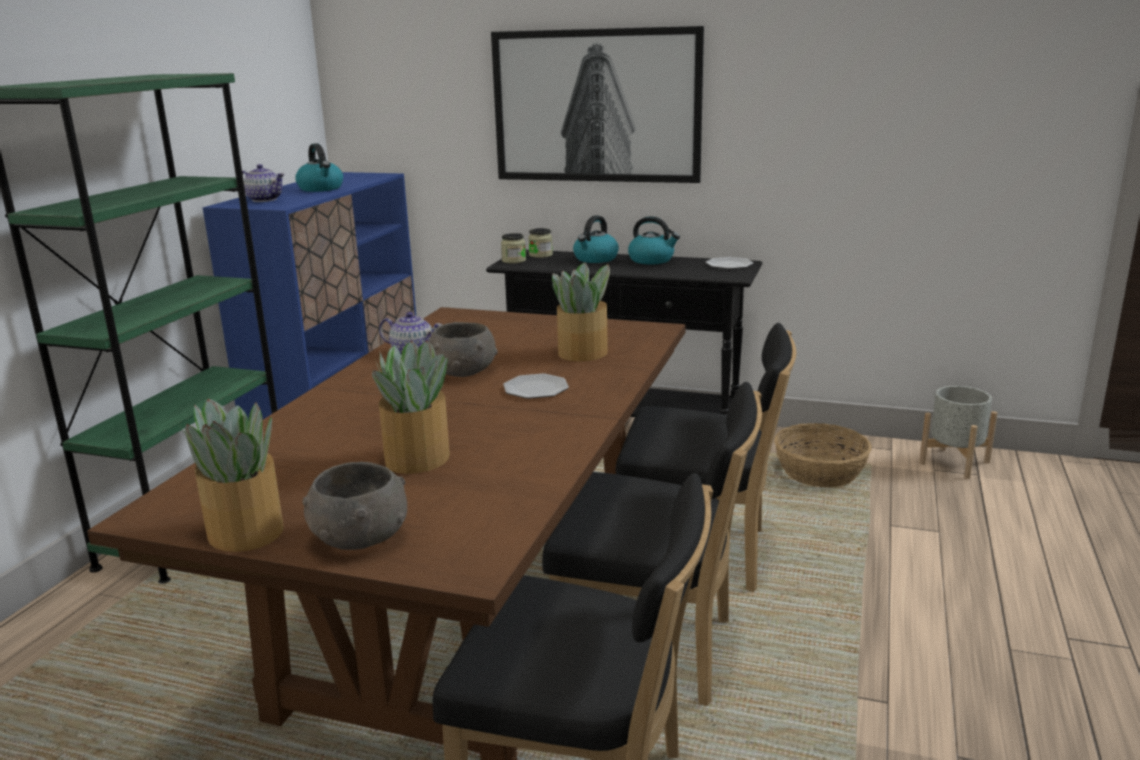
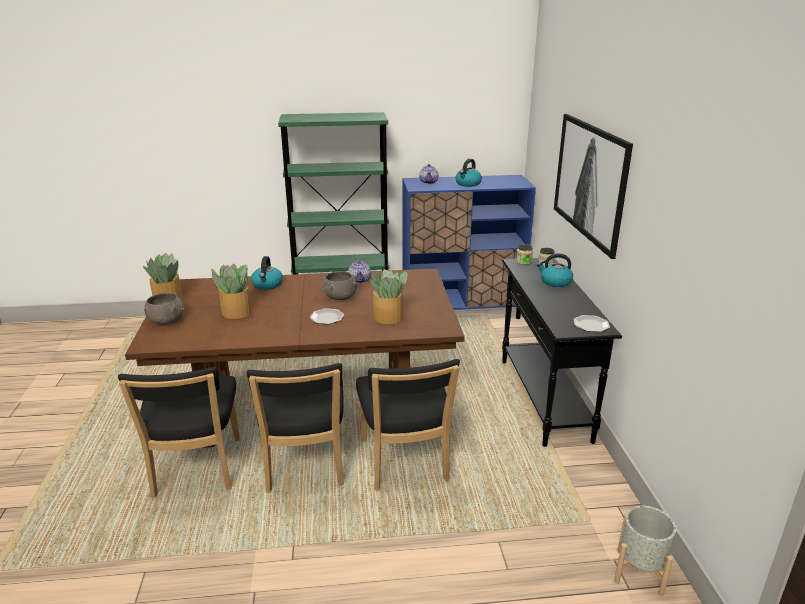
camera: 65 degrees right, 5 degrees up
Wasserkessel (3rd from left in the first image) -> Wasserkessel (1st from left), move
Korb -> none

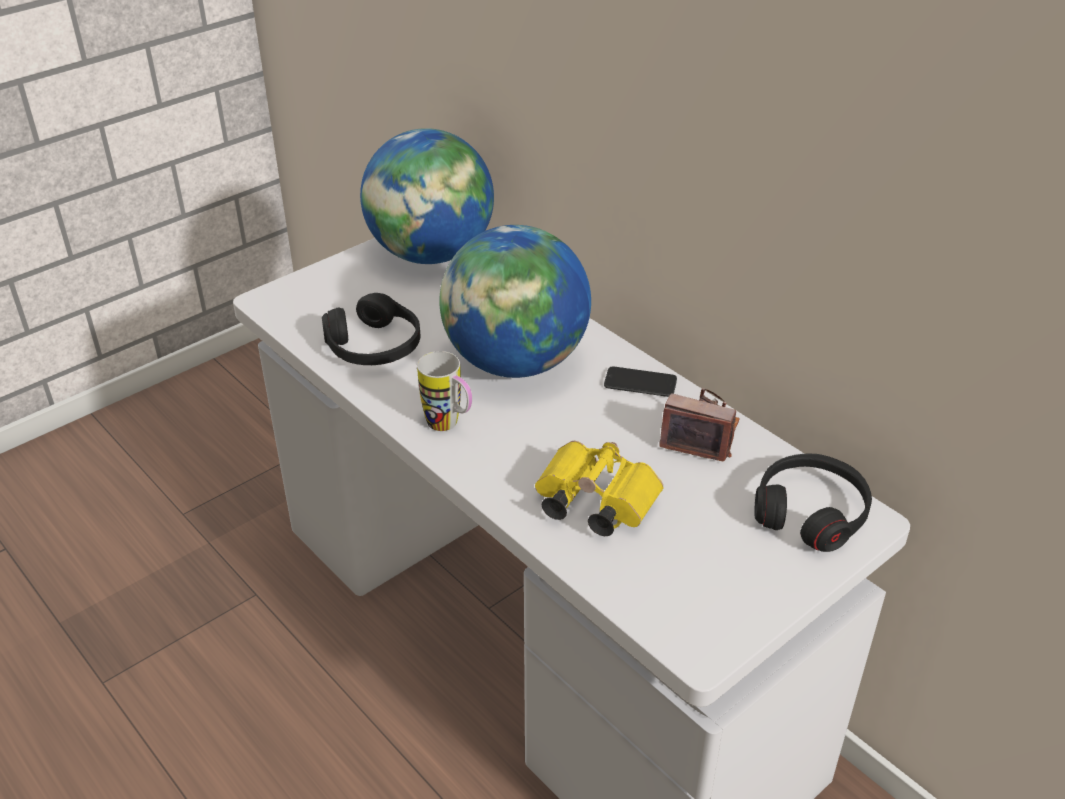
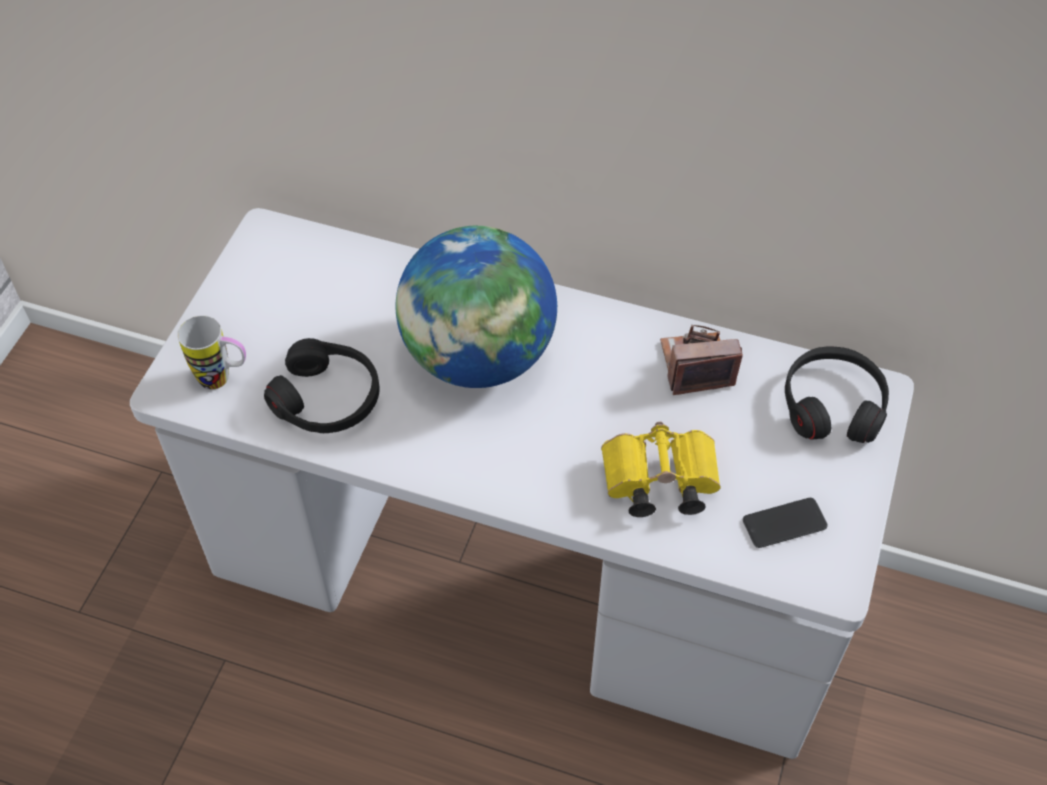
camera: 30 degrees left, 15 degrees up
Globus (1st from left) -> none
Henkelbecher, move
Handy, move

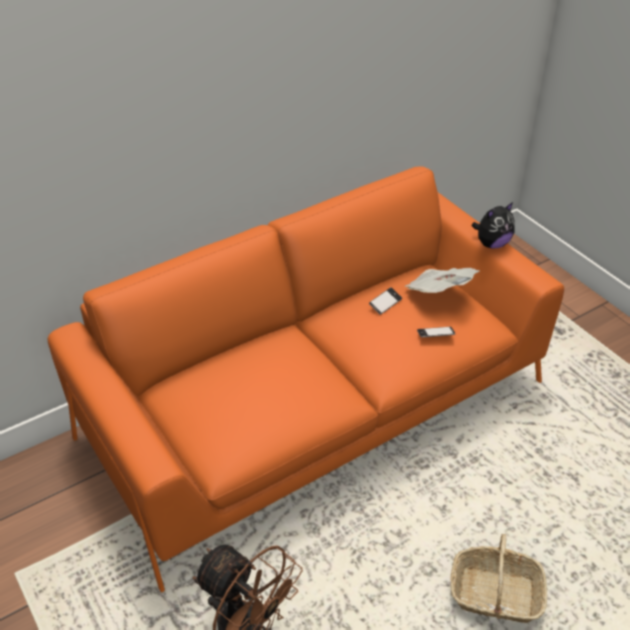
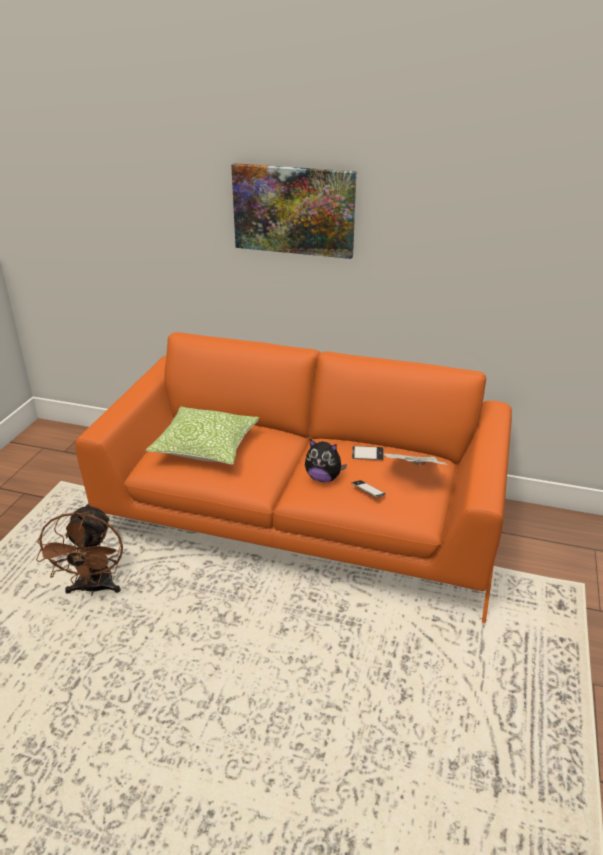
camera: 50 degrees right, 10 degrees down
Plüschtier, move
Korb -> none
none -> Bild
none -> Kissen

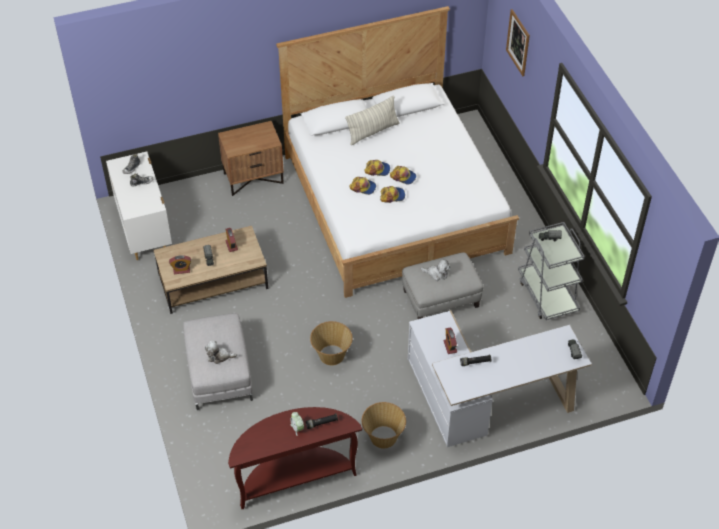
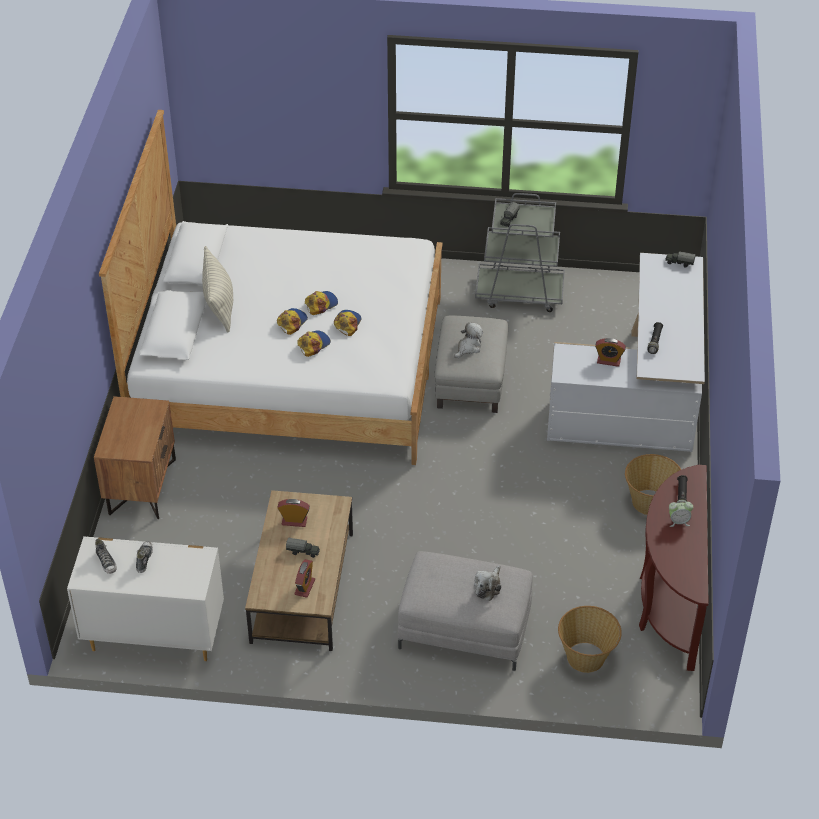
camera: 65 degrees left, 5 degrees down
Bild -> none
Korb (1st from left), move

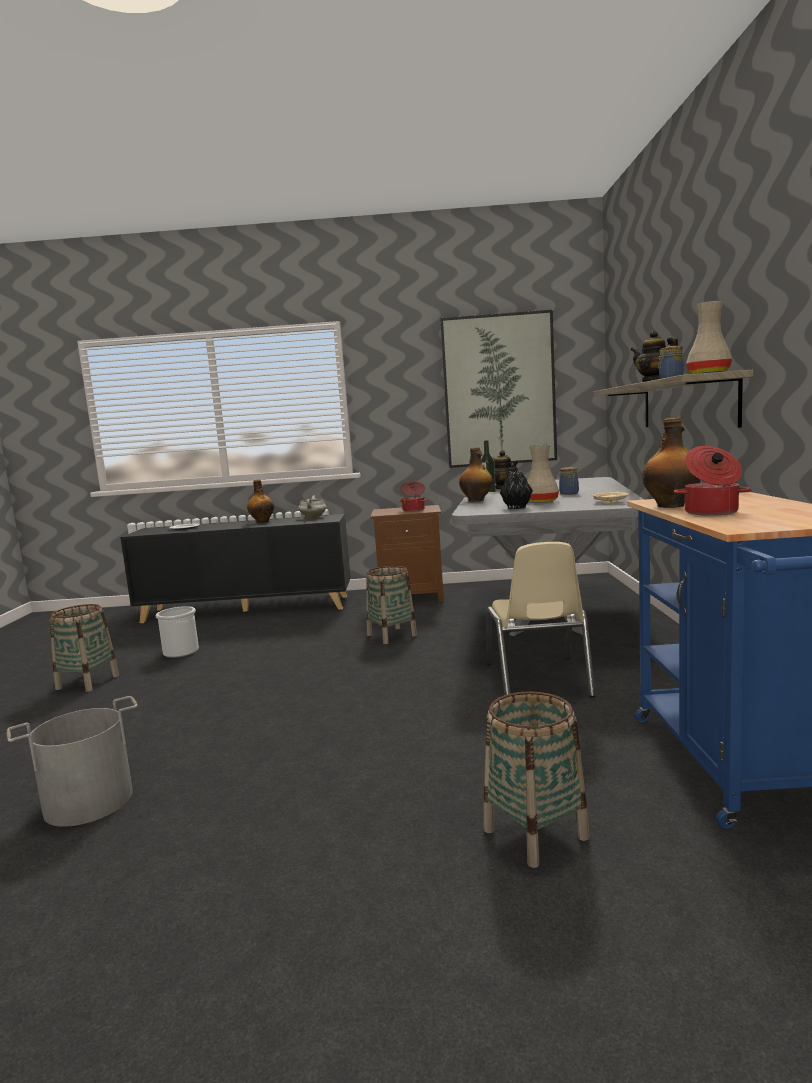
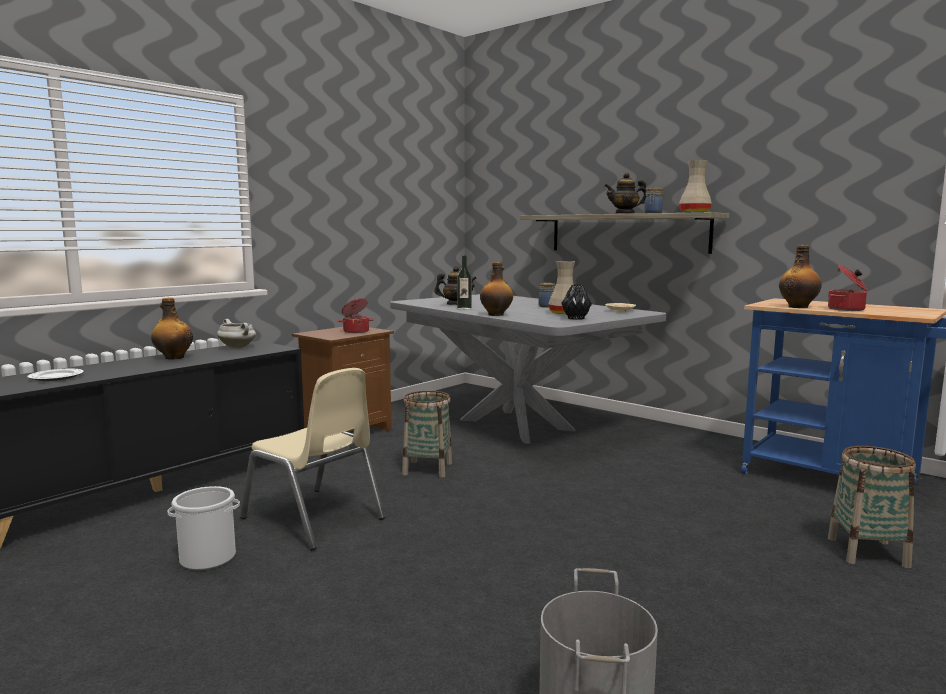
camera: 50 degrees left, 0 degrees up
Bild -> none
Stuhl (beige), move
Korb (1st from left) -> none

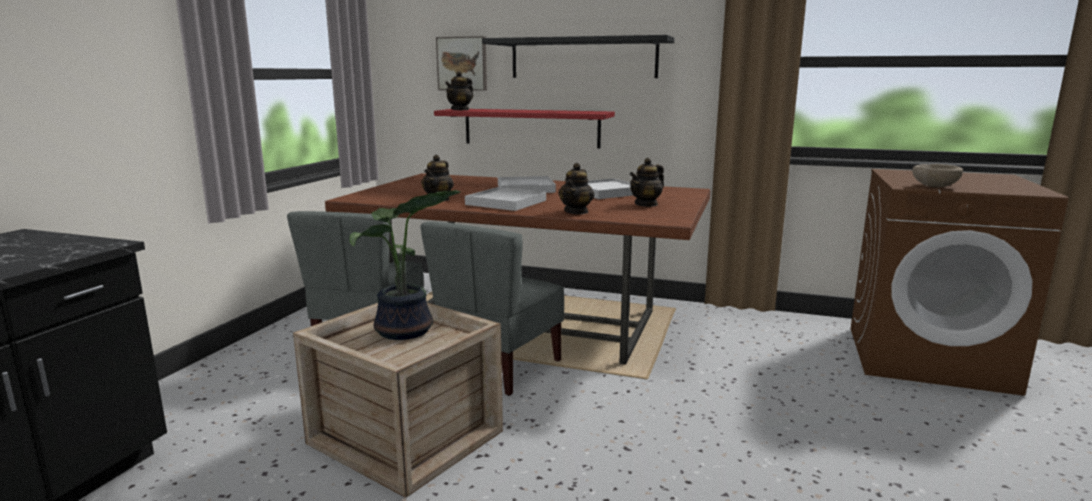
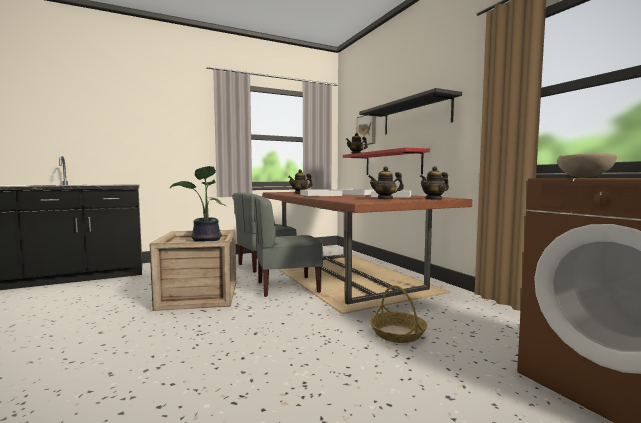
camera: 45 degrees right, 10 degrees down
Teekanne (3rd from left in the first image) -> Teekanne (4th from left), move
none -> Korb

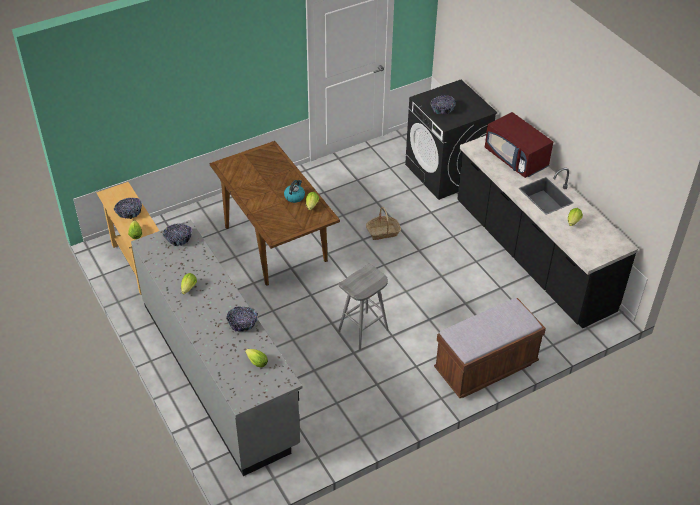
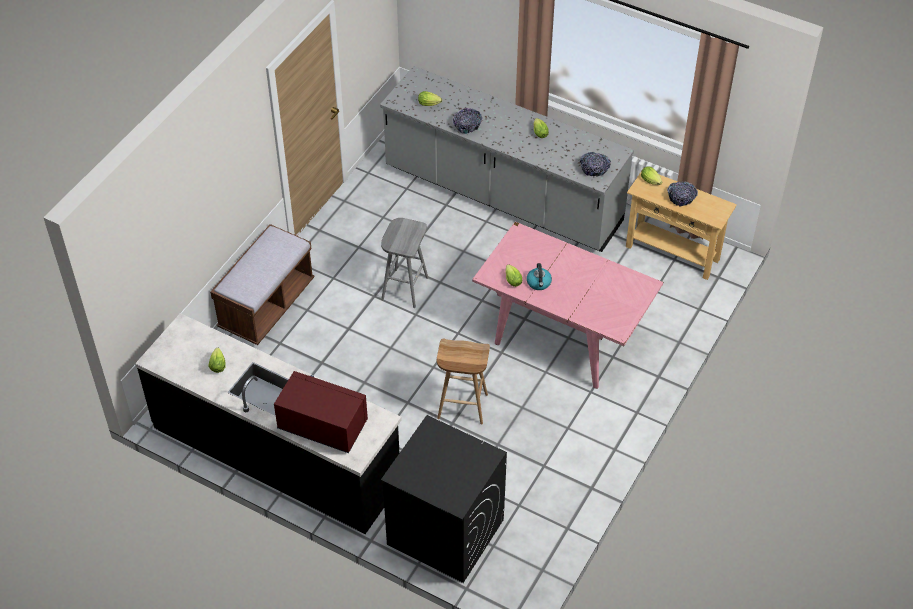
camera: 150 degrees right, 5 degrees up
Schüssel (4th from left) -> none
Esstisch (braun) -> Esstisch (rosa)
Korb -> Hocker (braun)

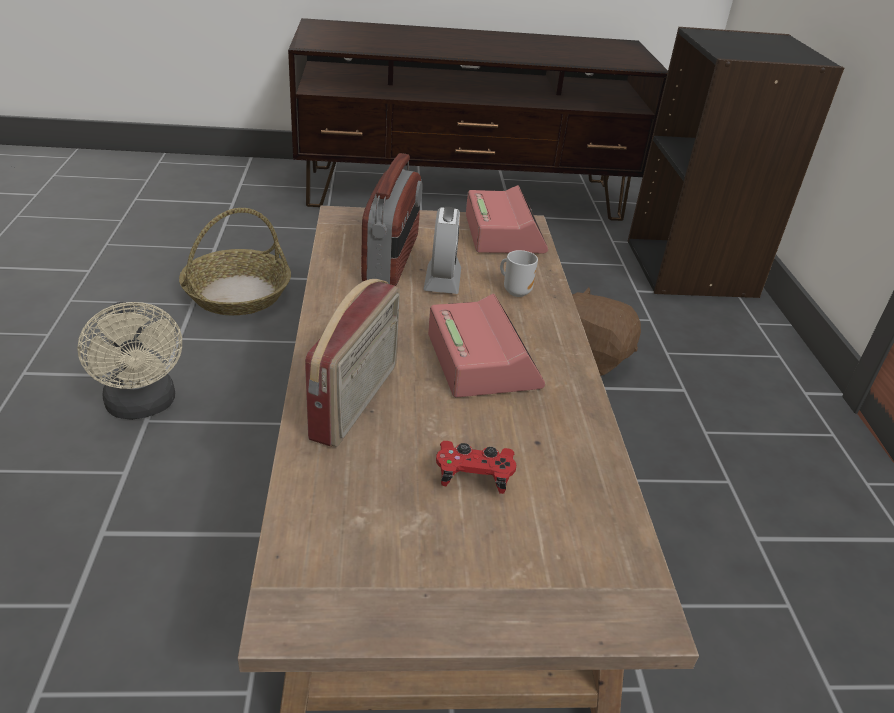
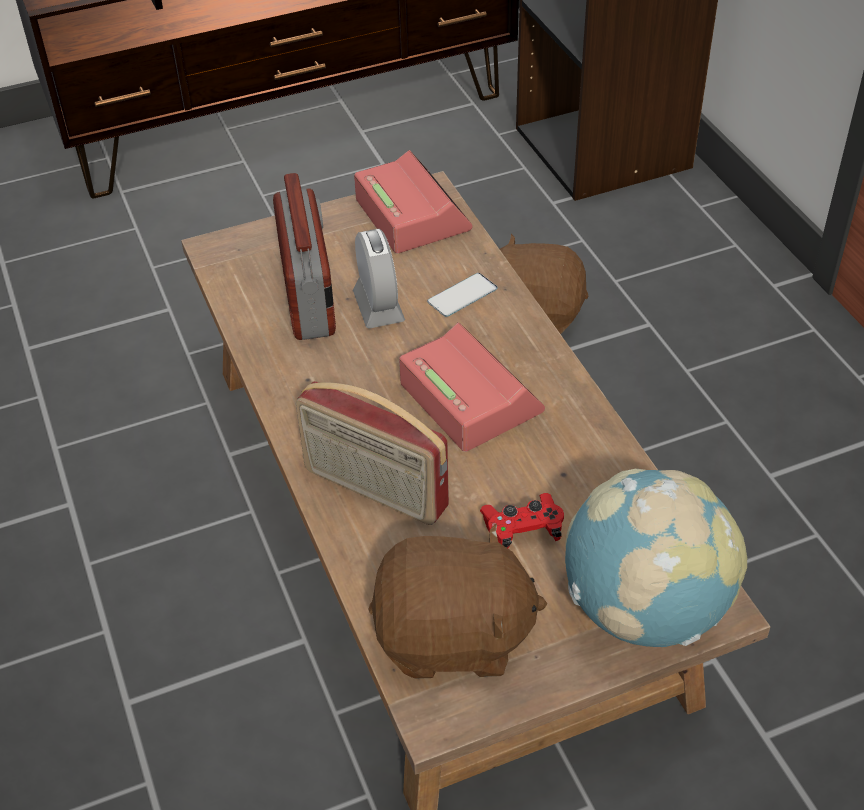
camera: 15 degrees left, 10 degrees up
Korb -> none
Henkelbecher -> Handy
Radio (1st from left in the first image) -> Radio (2nd from left), 120 degrees clockwise
Ventilator (beige) -> none
none -> Globus
none -> Plüschtier (braun) (1st from left)

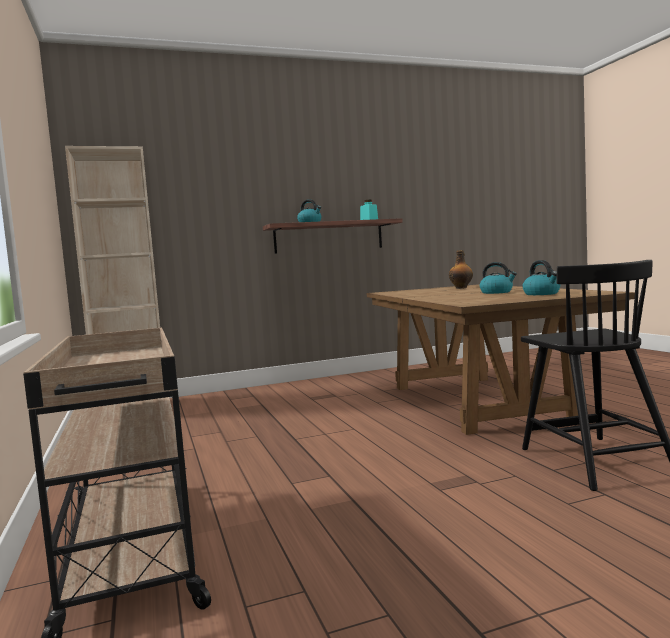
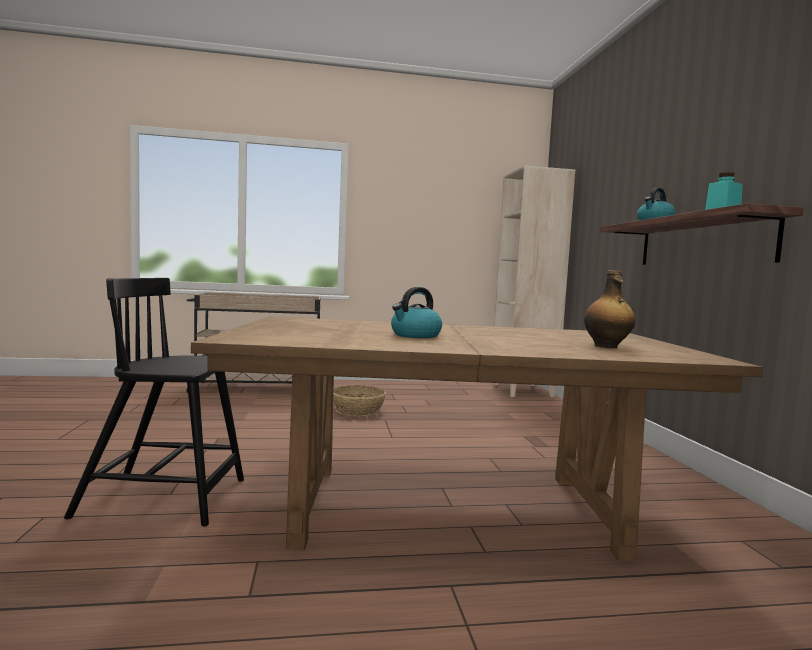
camera: 100 degrees right, 0 degrees up
Wasserkessel (3rd from left) -> none
none -> Korb

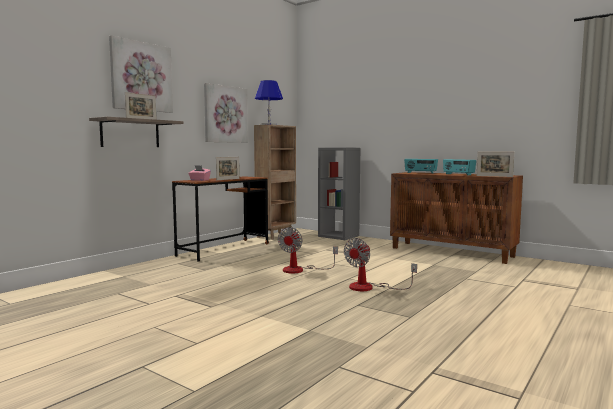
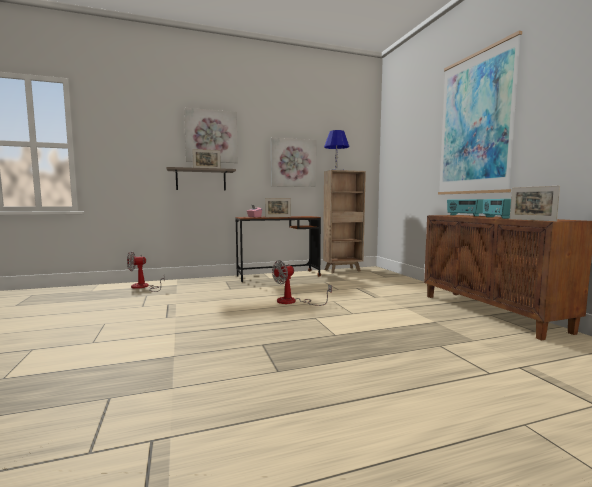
camera: 35 degrees right, 0 degrees up
Bücherregal (grau) -> none
Ventilator (2nd from left in the first image) -> Ventilator (1st from left), move
none -> Bild (3rd from left)

